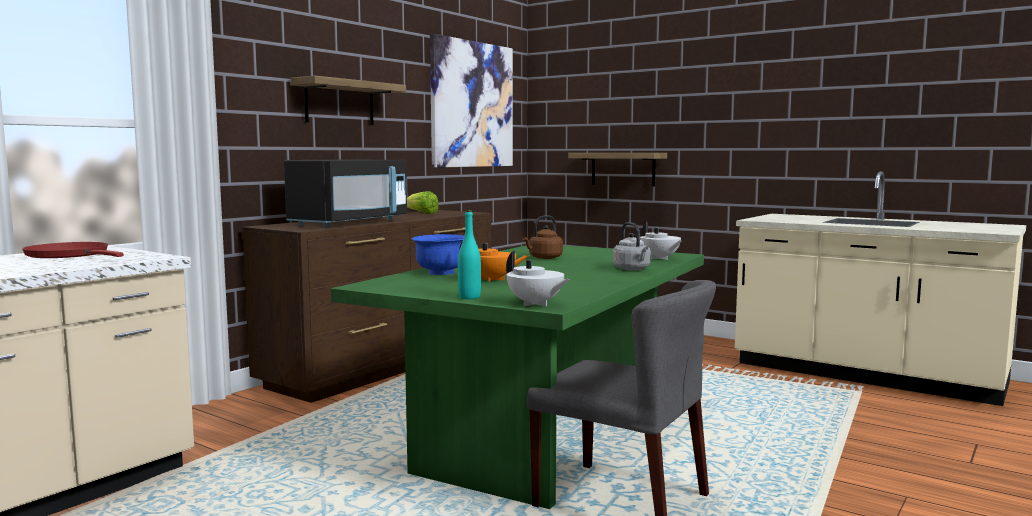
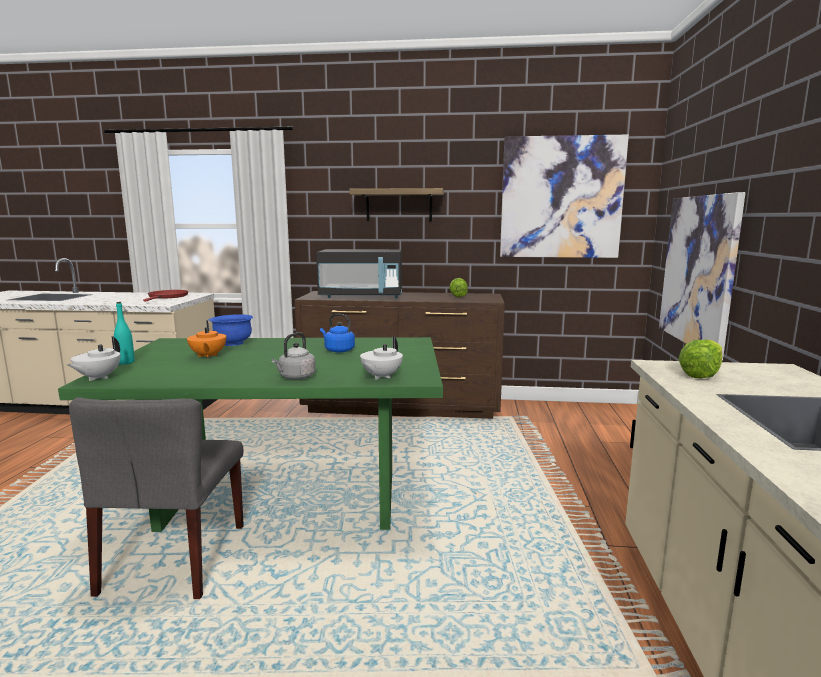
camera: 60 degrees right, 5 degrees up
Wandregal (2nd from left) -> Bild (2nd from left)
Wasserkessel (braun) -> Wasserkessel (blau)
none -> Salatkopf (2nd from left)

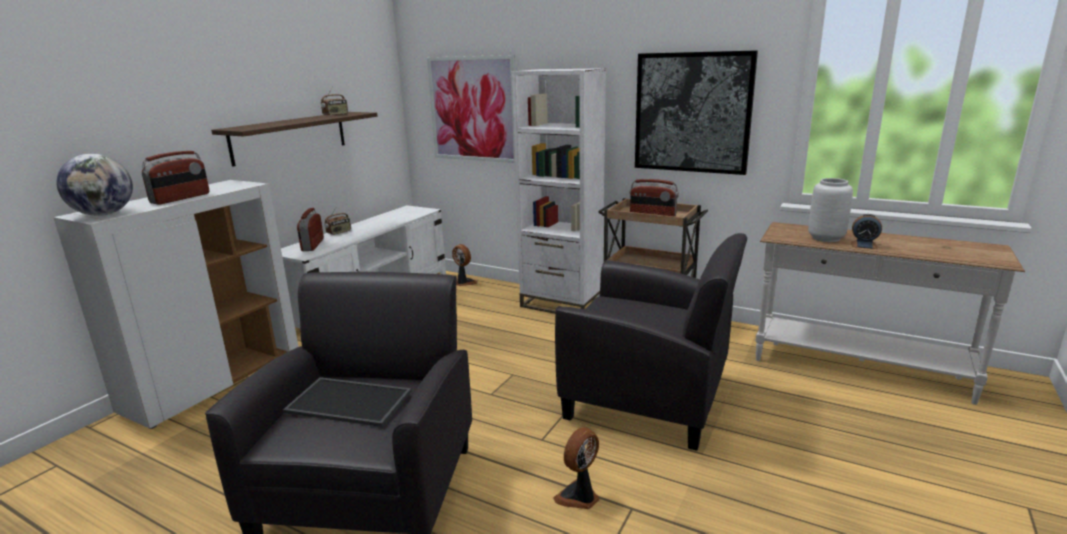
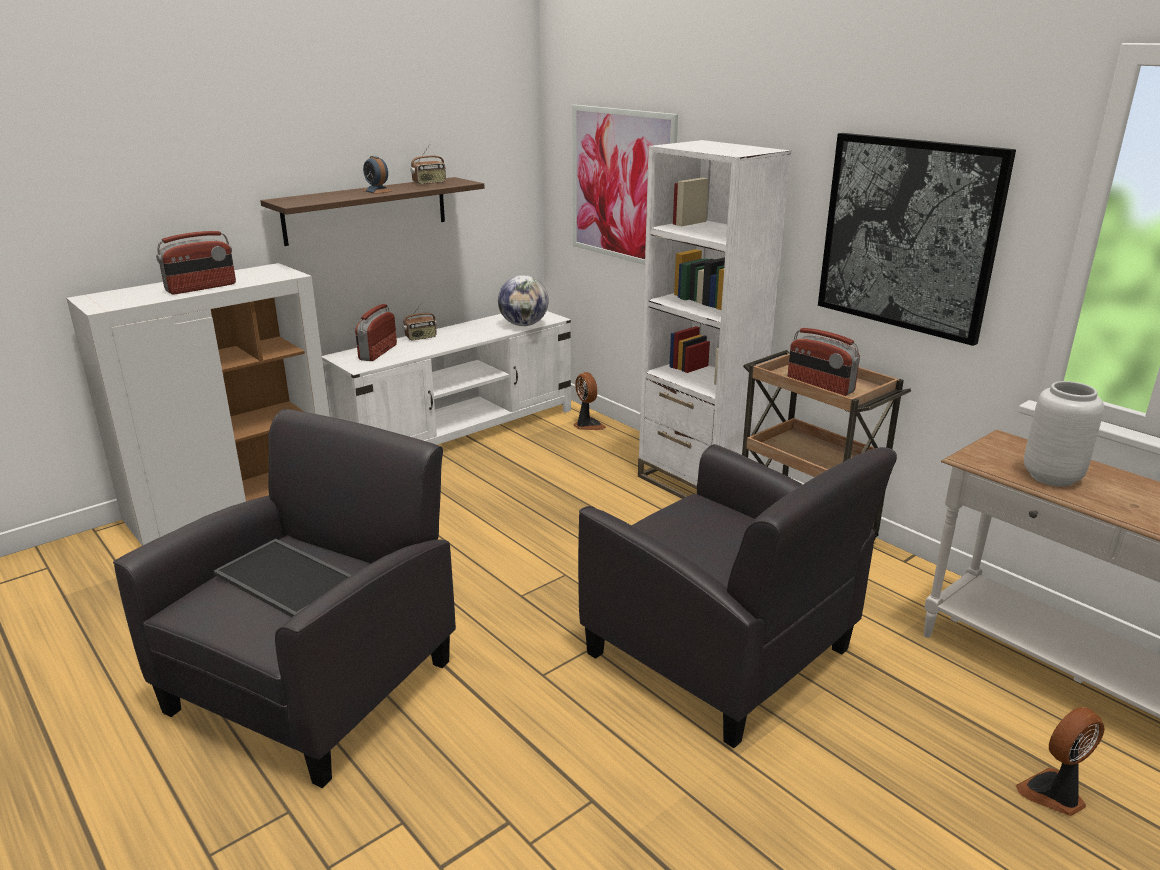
camera: 20 degrees right, 5 degrees up
Globus, move
Wecker, move
Ventilator (2nd from left), move

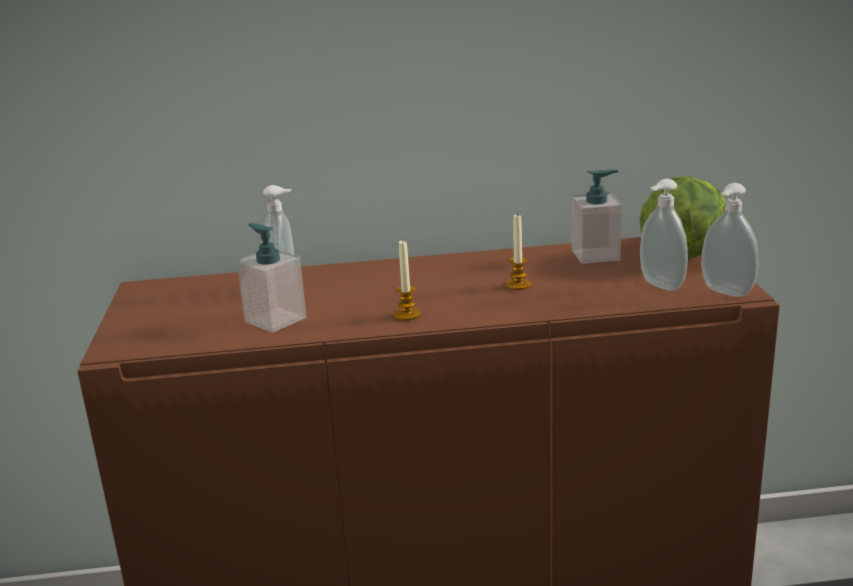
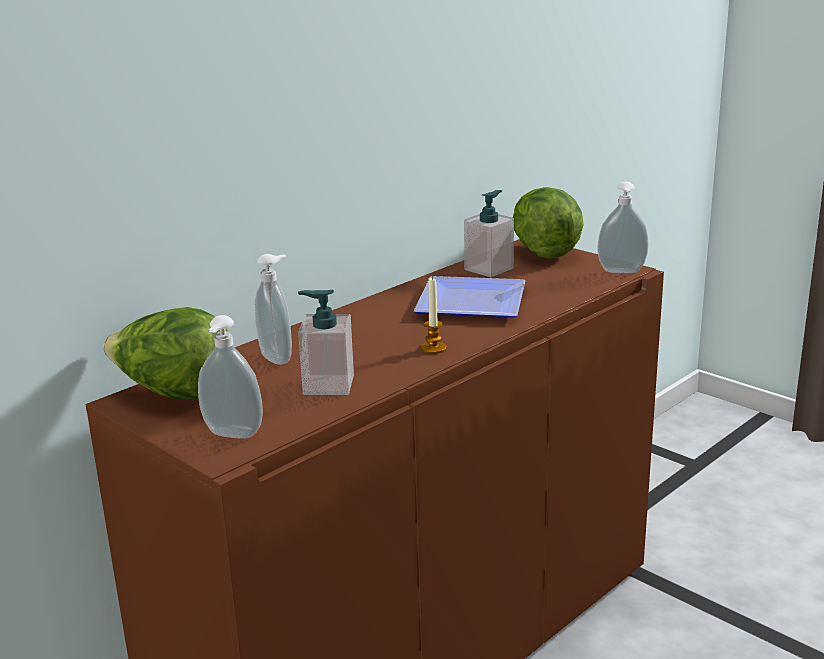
camera: 40 degrees left, 0 degrees up
Seifenspender (4th from left in the first image) -> Seifenspender (1st from left), move
Kerze (2nd from left) -> Teller
none -> Salatkopf (1st from left)

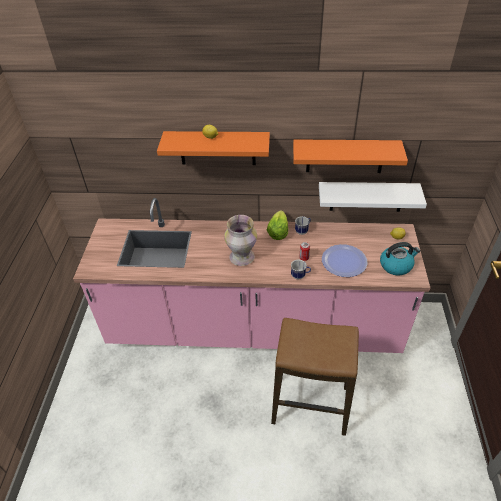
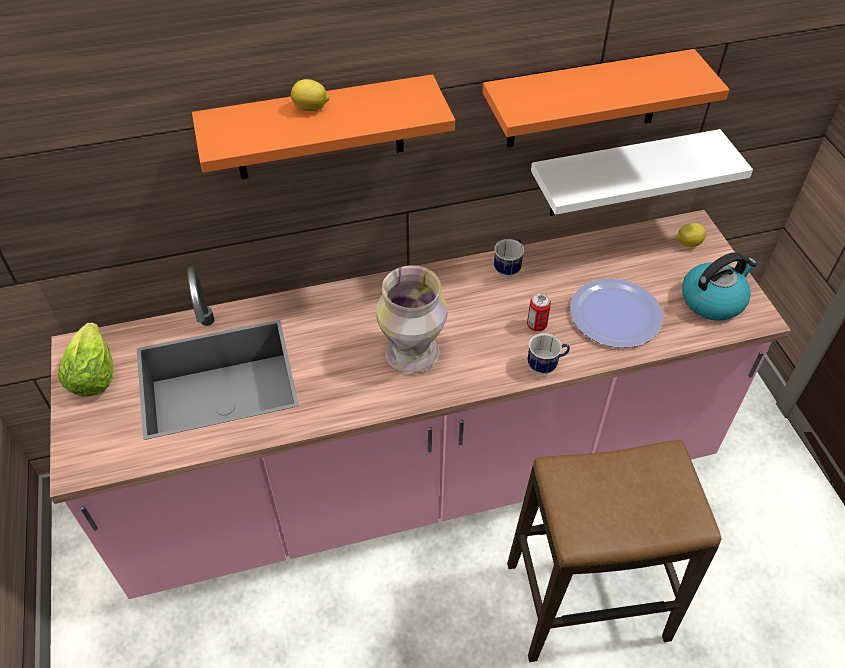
camera: 20 degrees left, 5 degrees up
Salatkopf, move

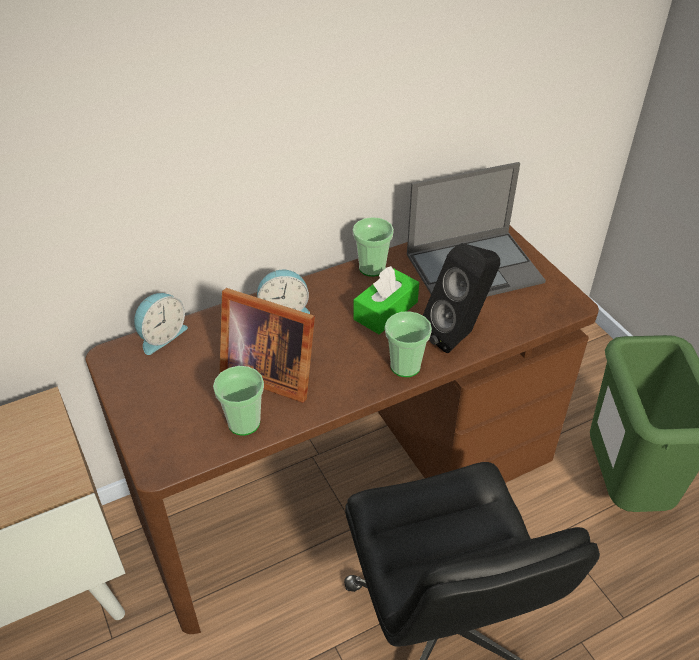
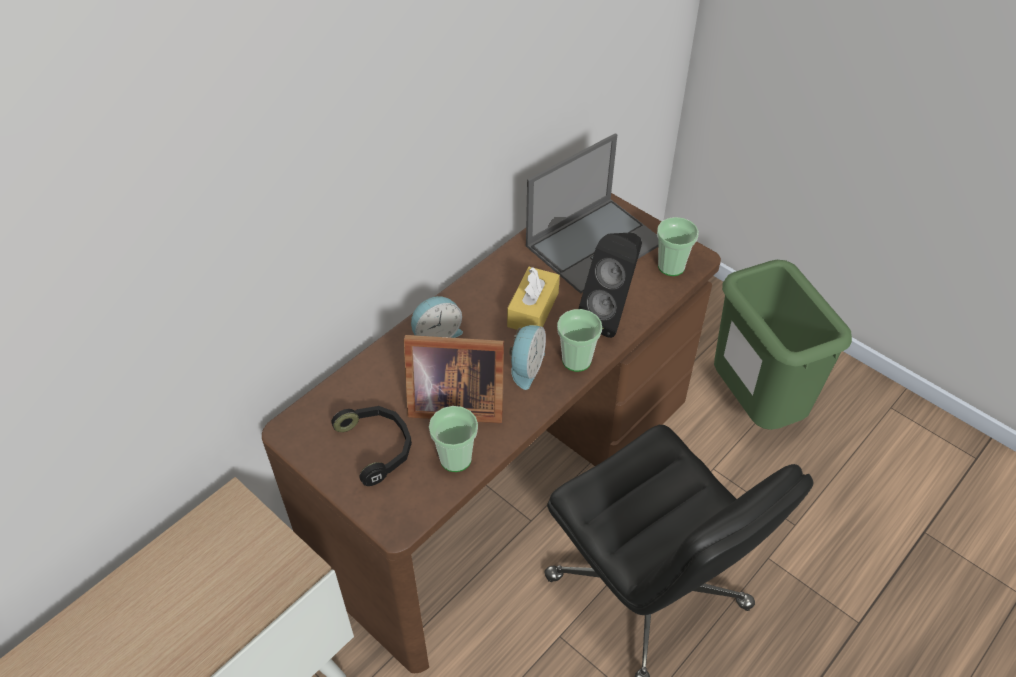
camera: 20 degrees left, 5 degrees up
Tasse (2nd from left in the first image) -> Tasse (3rd from left), move
Taschentuchbox (grün) -> Taschentuchbox (gelb)
Wecker (1st from left in the first image) -> Wecker (2nd from left), move
none -> Kopfhörer (schwarz)

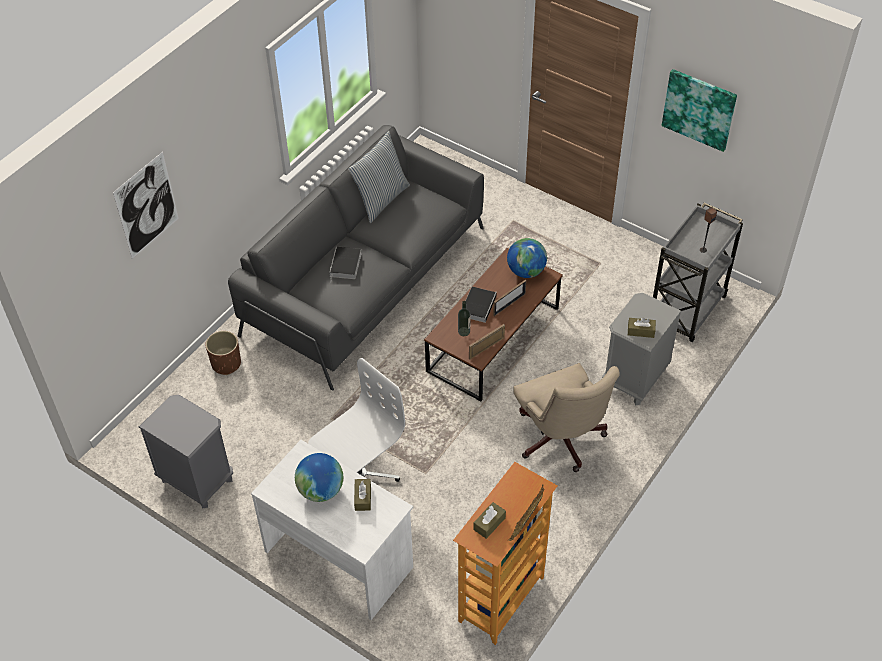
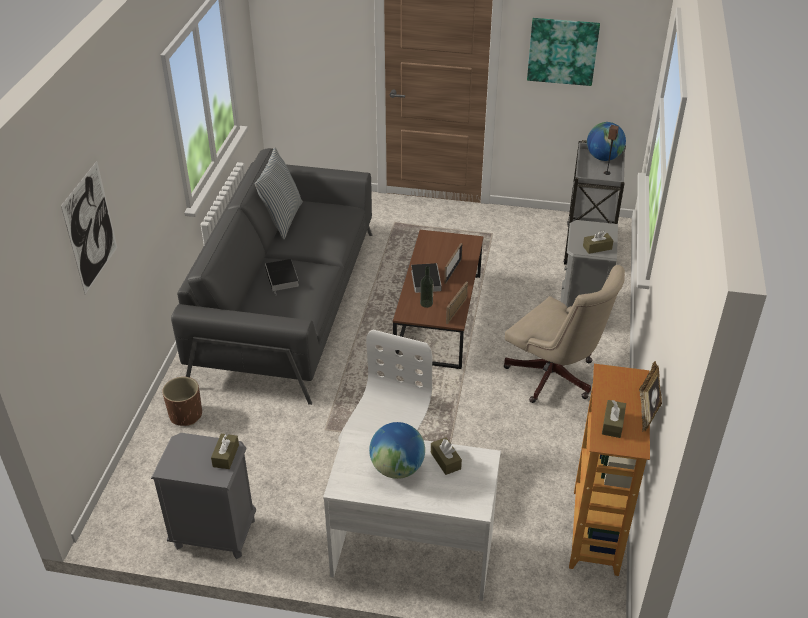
camera: 25 degrees left, 10 degrees down
Globus (2nd from left), move
none -> Taschentuchbox (braun) (1st from left)

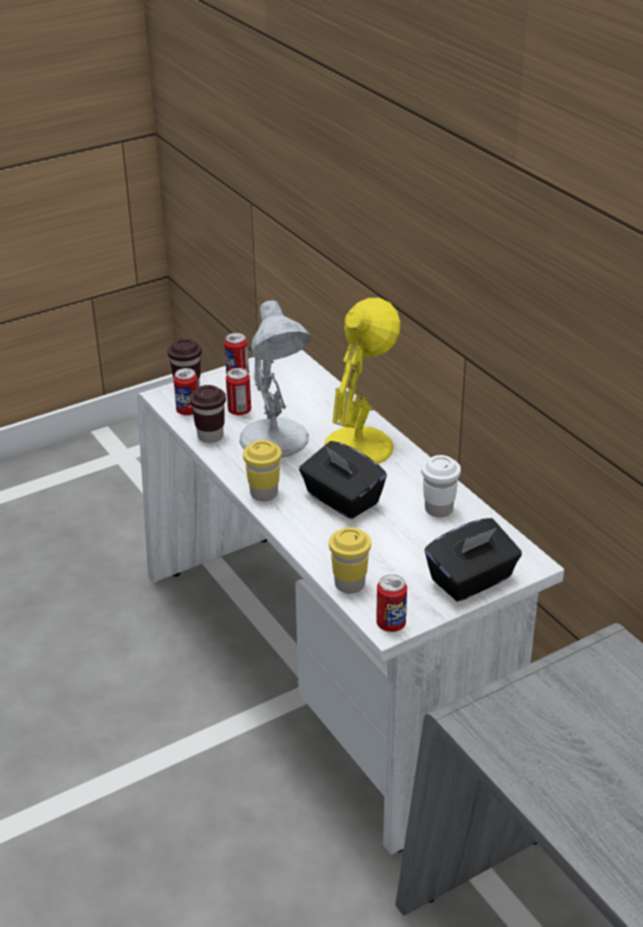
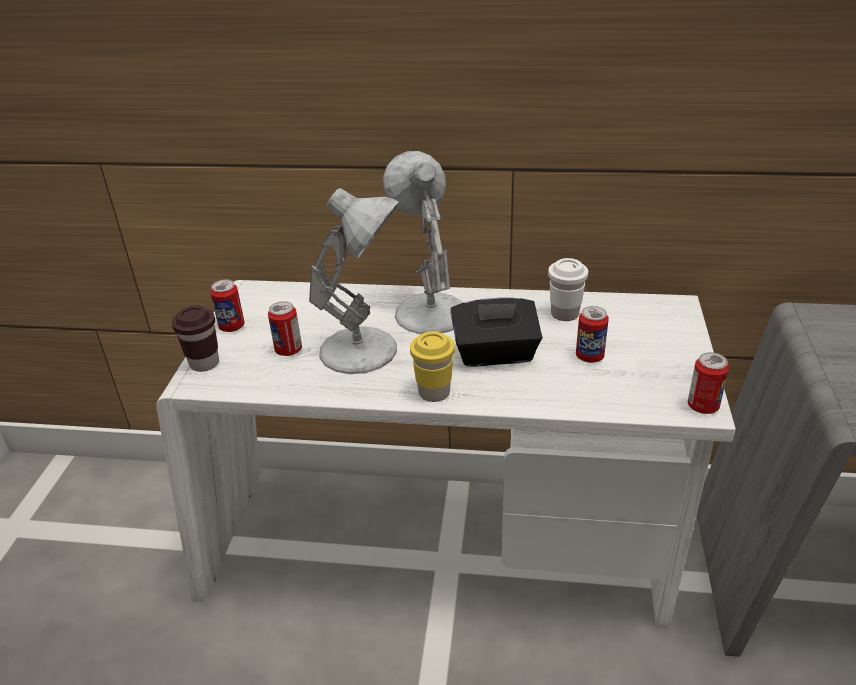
camera: 50 degrees left, 0 degrees up
Tischlampe (gelb) -> Tischlampe (weiß) (2nd from left)
Dose (1st from left in the first image) -> Dose (3rd from left), move
Tasse (braun) (2nd from left) -> none
Taschentuchbox (schwarz) (2nd from left) -> none
Tasse (gelb) (2nd from left) -> none

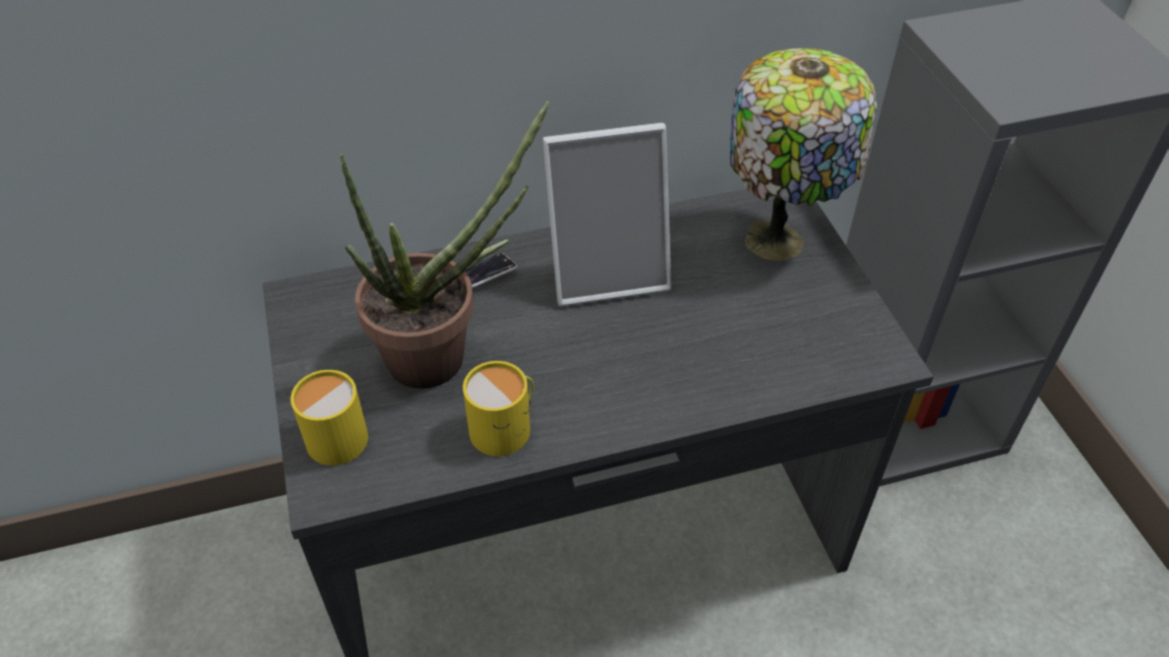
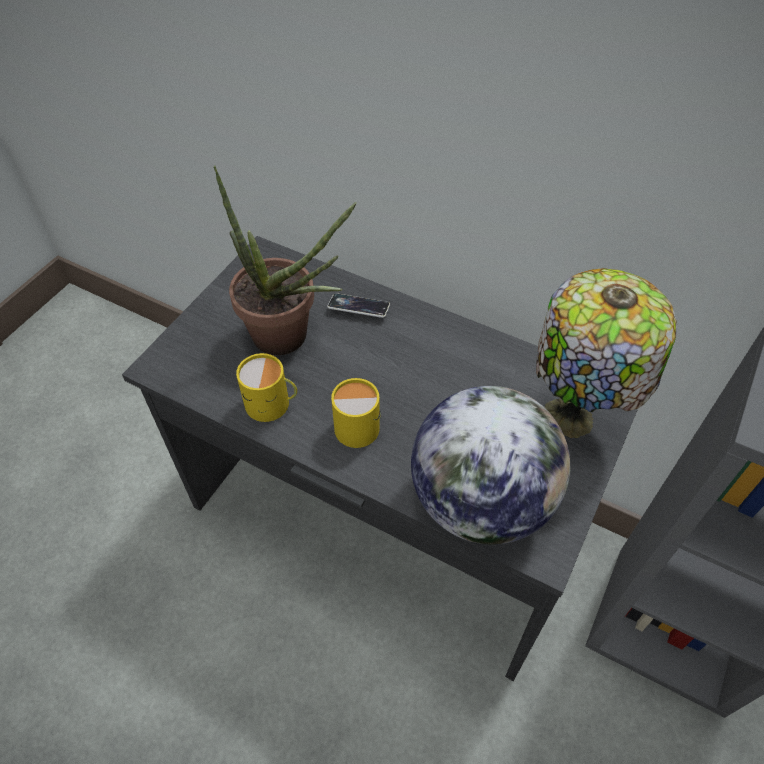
camera: 45 degrees right, 5 degrees up
Bilderrahmen -> none
Henkelbecher (gelb) (1st from left in the first image) -> Henkelbecher (gelb) (2nd from left), move
none -> Globus

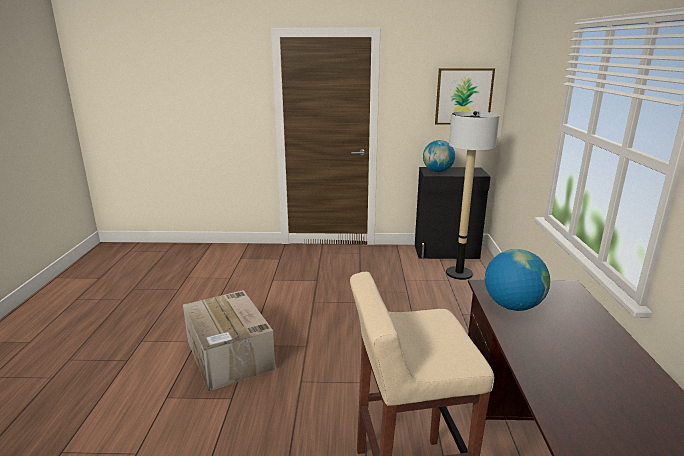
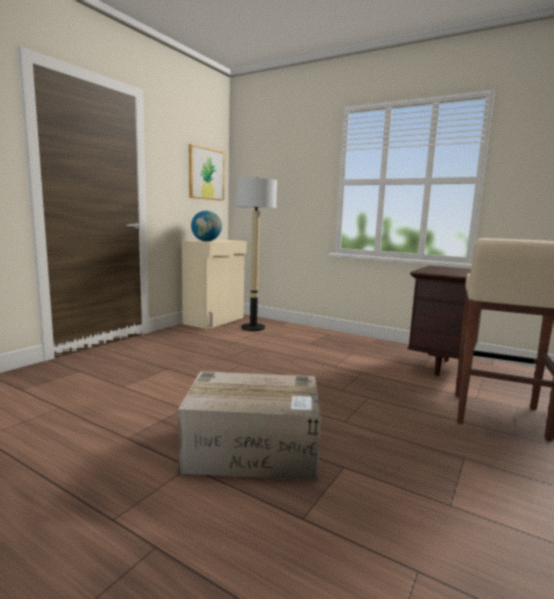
camera: 60 degrees left, 10 degrees down
Schrank (schwarz) -> Schrank (beige)
Globus (2nd from left) -> none

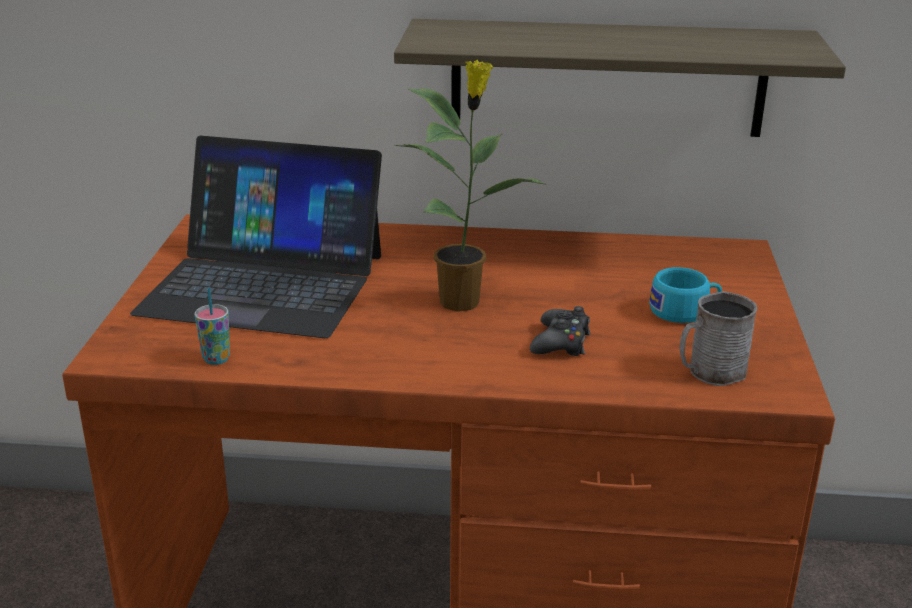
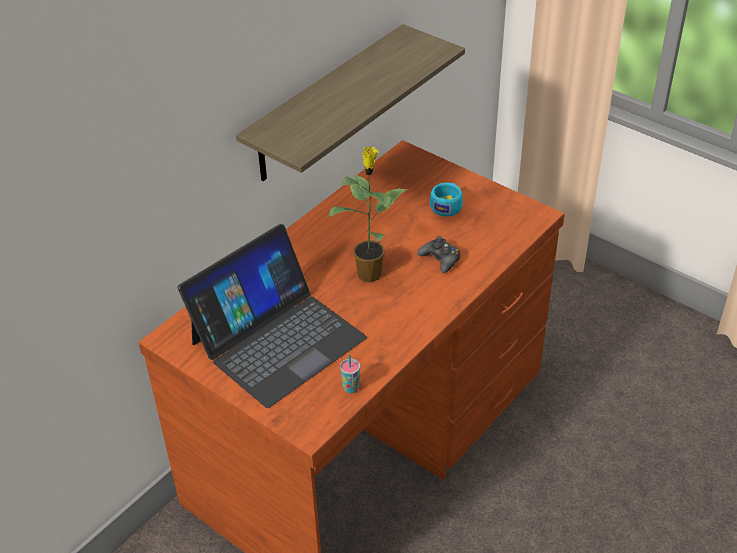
camera: 55 degrees left, 15 degrees up
Henkelbecher (grau) -> none

